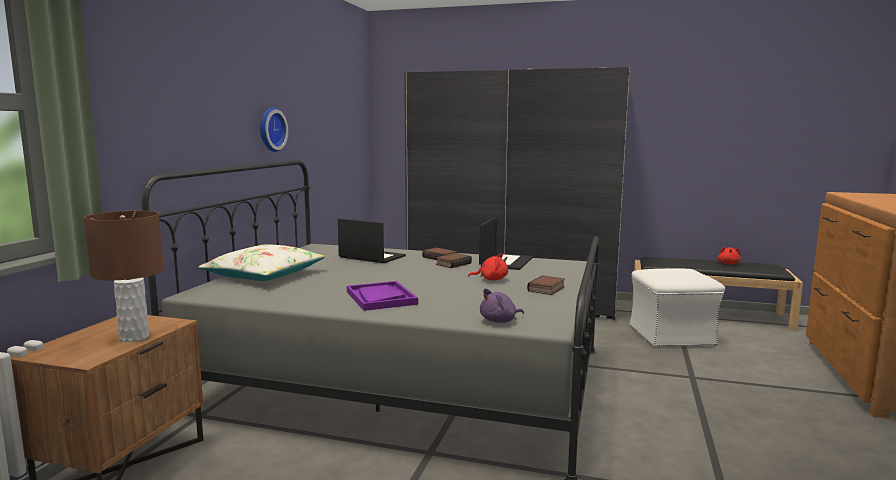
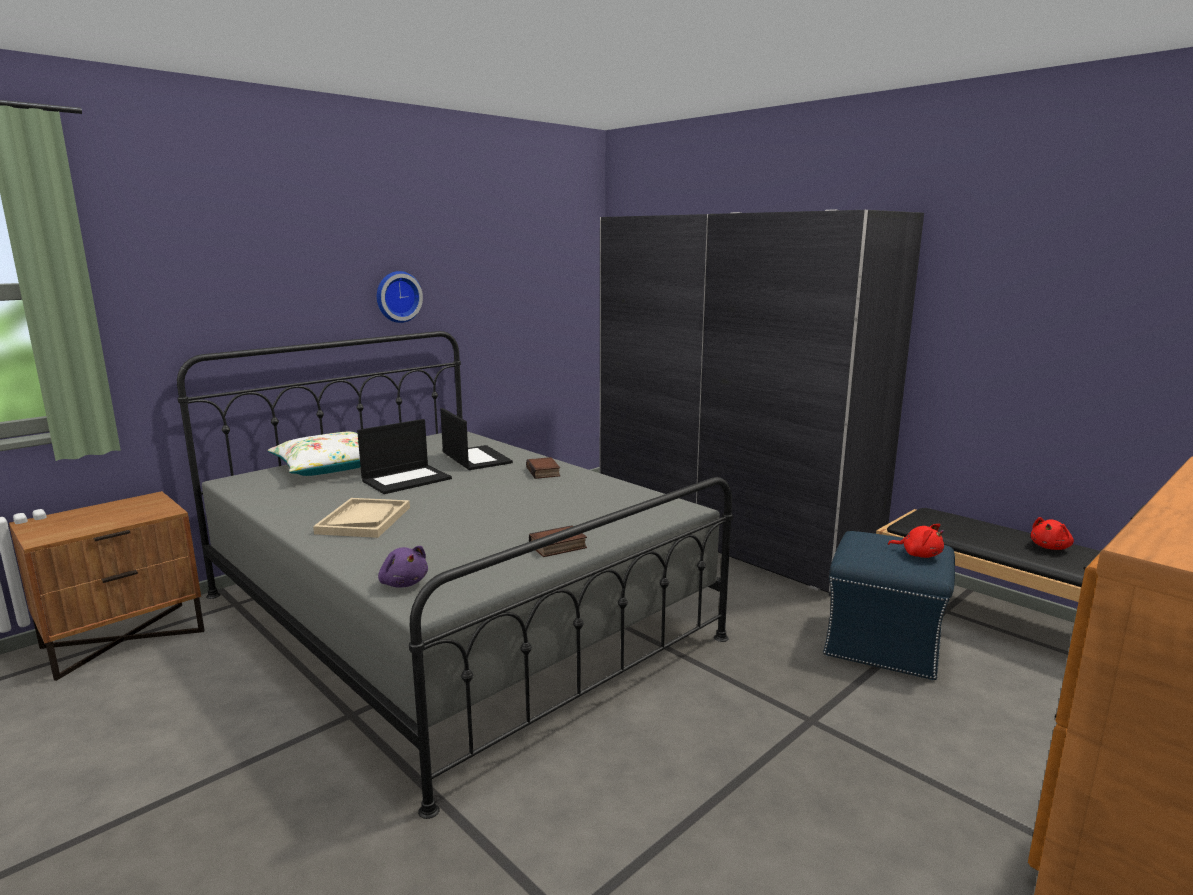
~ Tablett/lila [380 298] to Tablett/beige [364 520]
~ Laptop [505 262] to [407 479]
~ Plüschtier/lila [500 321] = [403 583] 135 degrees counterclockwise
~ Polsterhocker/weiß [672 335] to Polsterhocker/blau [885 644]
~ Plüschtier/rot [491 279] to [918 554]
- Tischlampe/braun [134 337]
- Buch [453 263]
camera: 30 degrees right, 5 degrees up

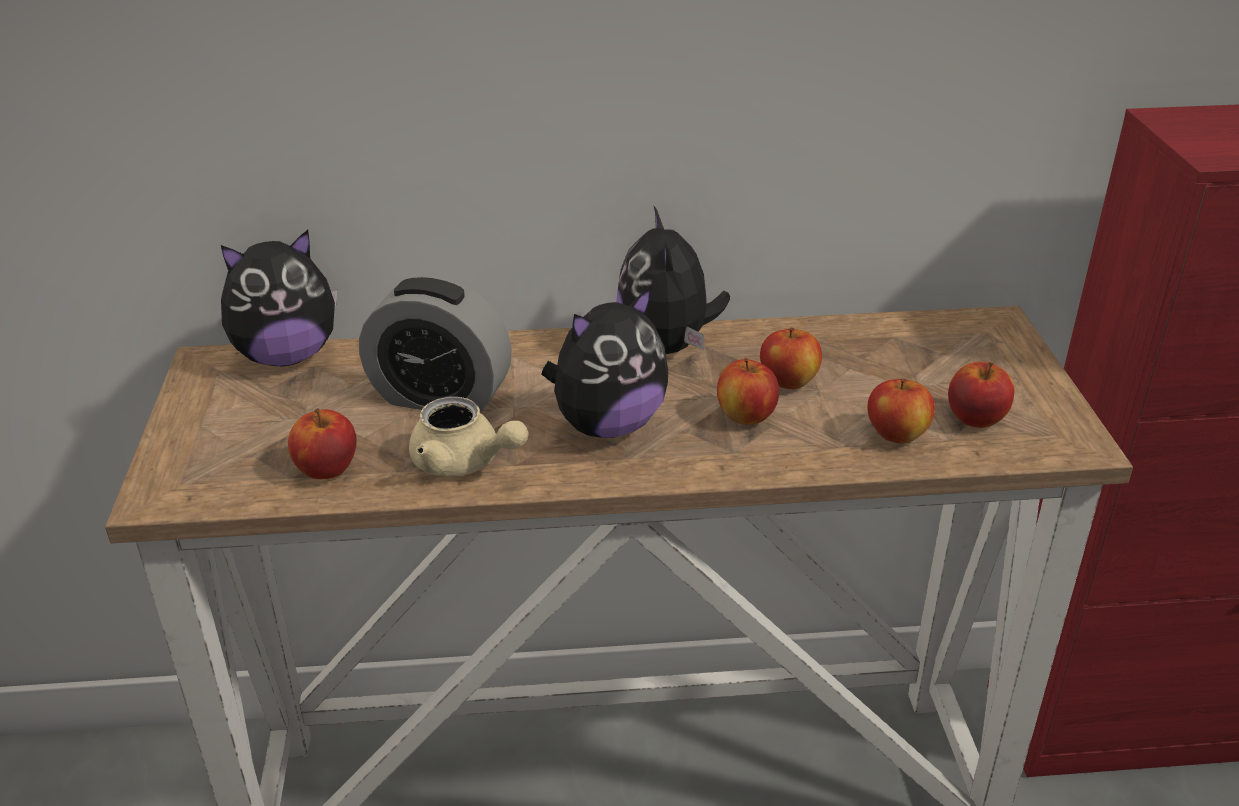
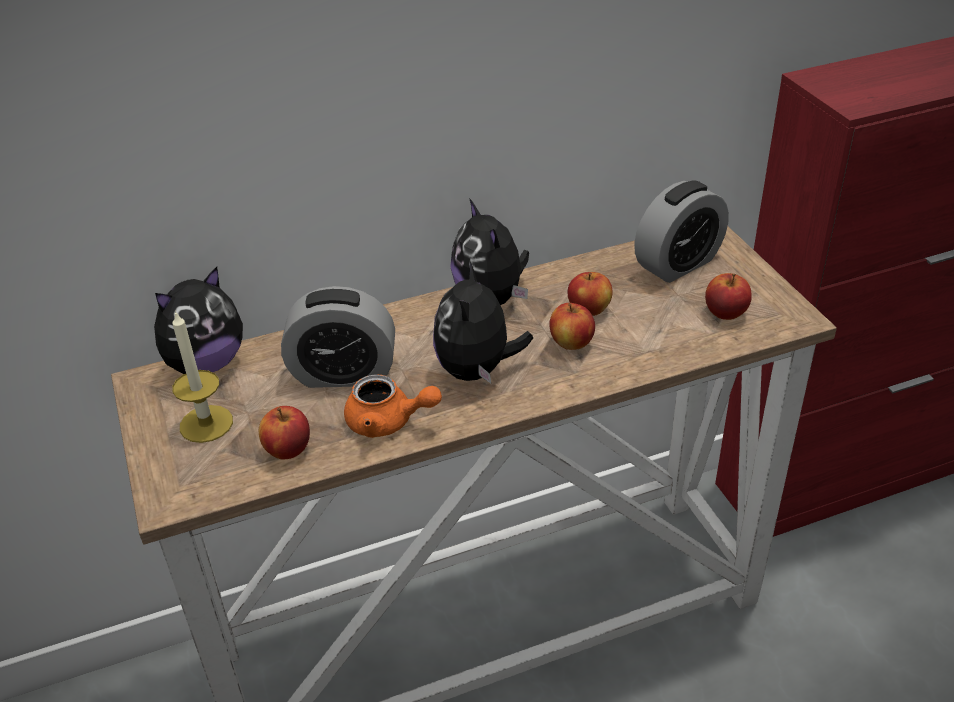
+ Kerze [206 424]
~ Teekanne/beige [465 463] to Teekanne/orange [388 422]
~ Plüschtier [607 425] = [477 370] 150 degrees clockwise
+ Wecker [678 264]
- Apfel [897 435]
camera: 15 degrees left, 5 degrees up

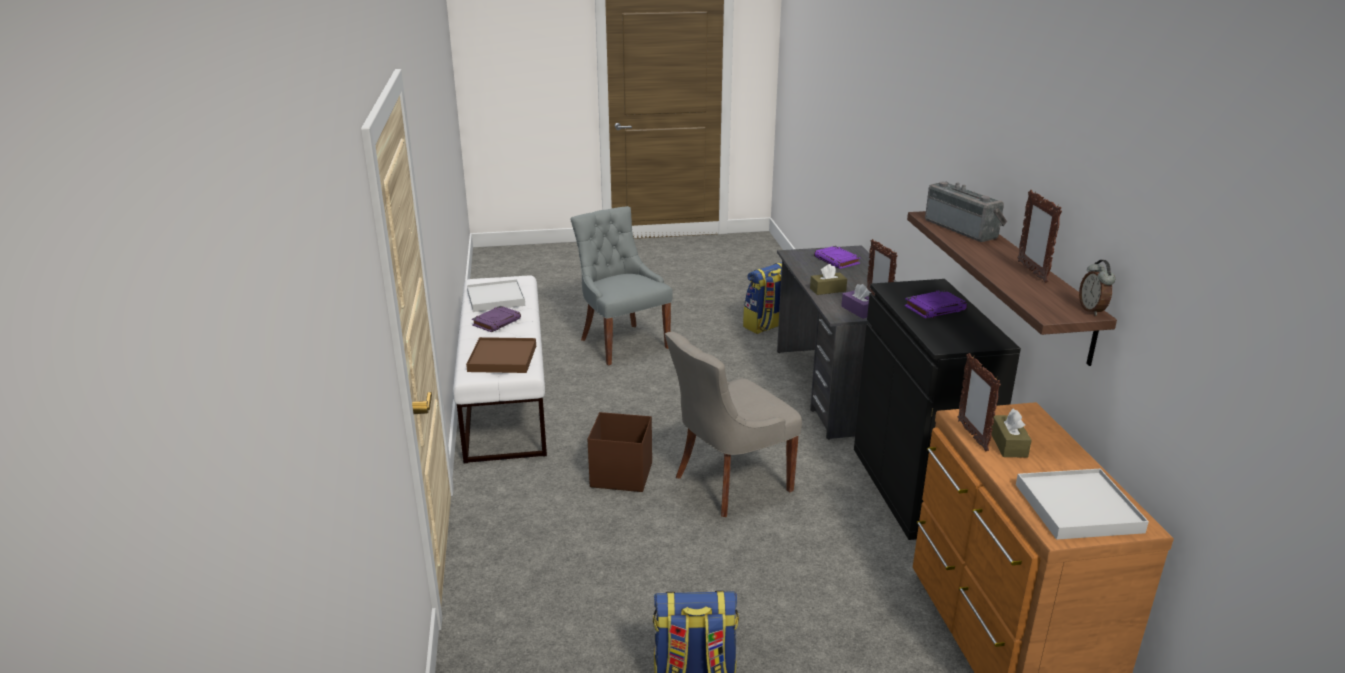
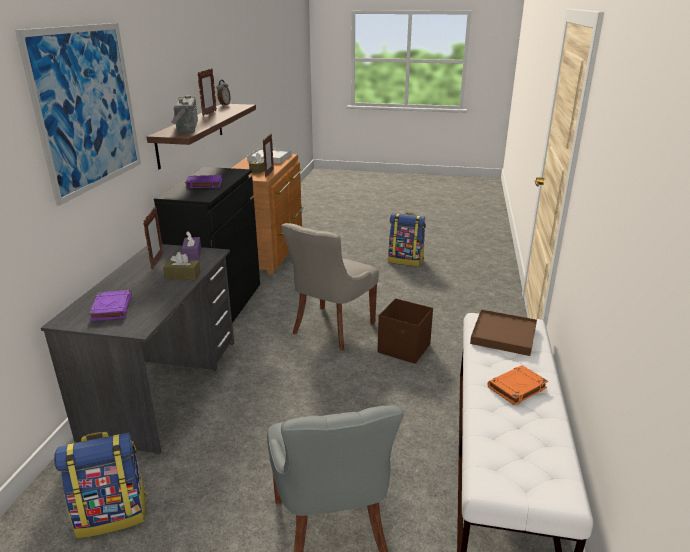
+ Bild [87 108]
~ Stuhl/grau [729 483] = [331 329] 135 degrees clockwise
~ Buch/lila [497 322] to Buch/orange [516 388]
- Tablett/weiß [496 298]
camera: 160 degrees left, 0 degrees up

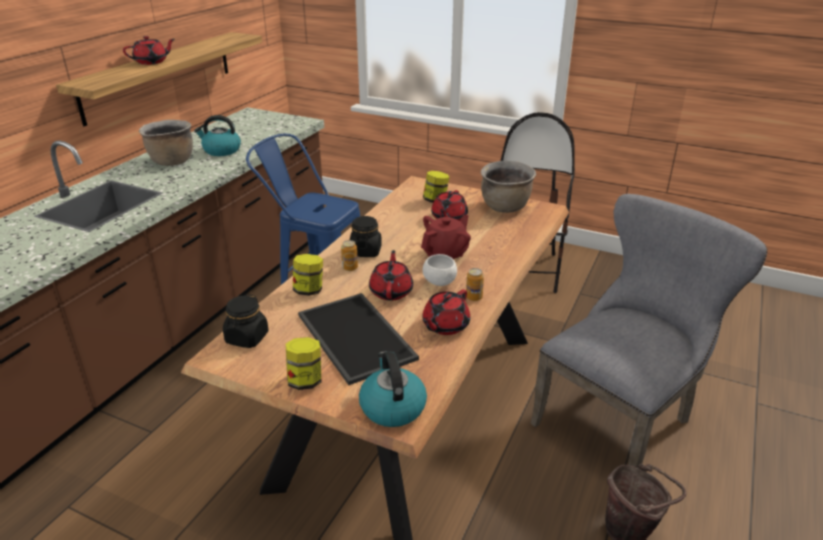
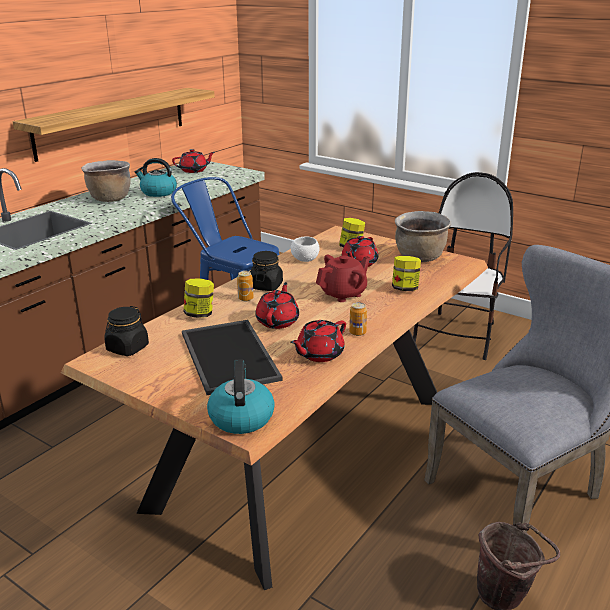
~ Teekanne/rot [152 62] to [194 170]
~ Schüssel/weiß [439 282] to [305 260]
~ Vorratsglas [305 381] to [405 289]
camera: 10 degrees right, 5 degrees down

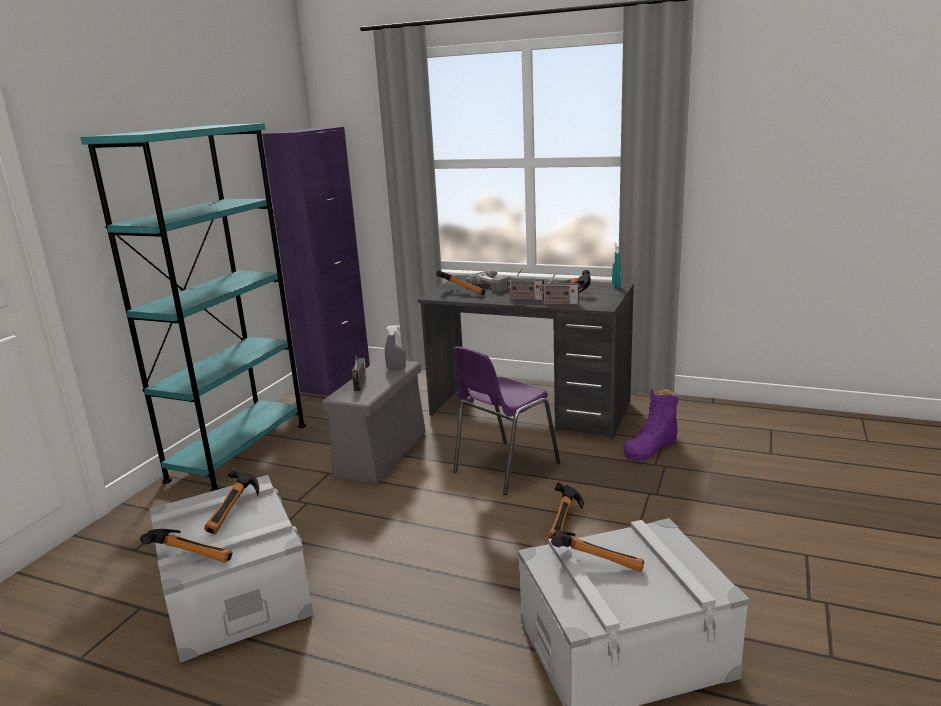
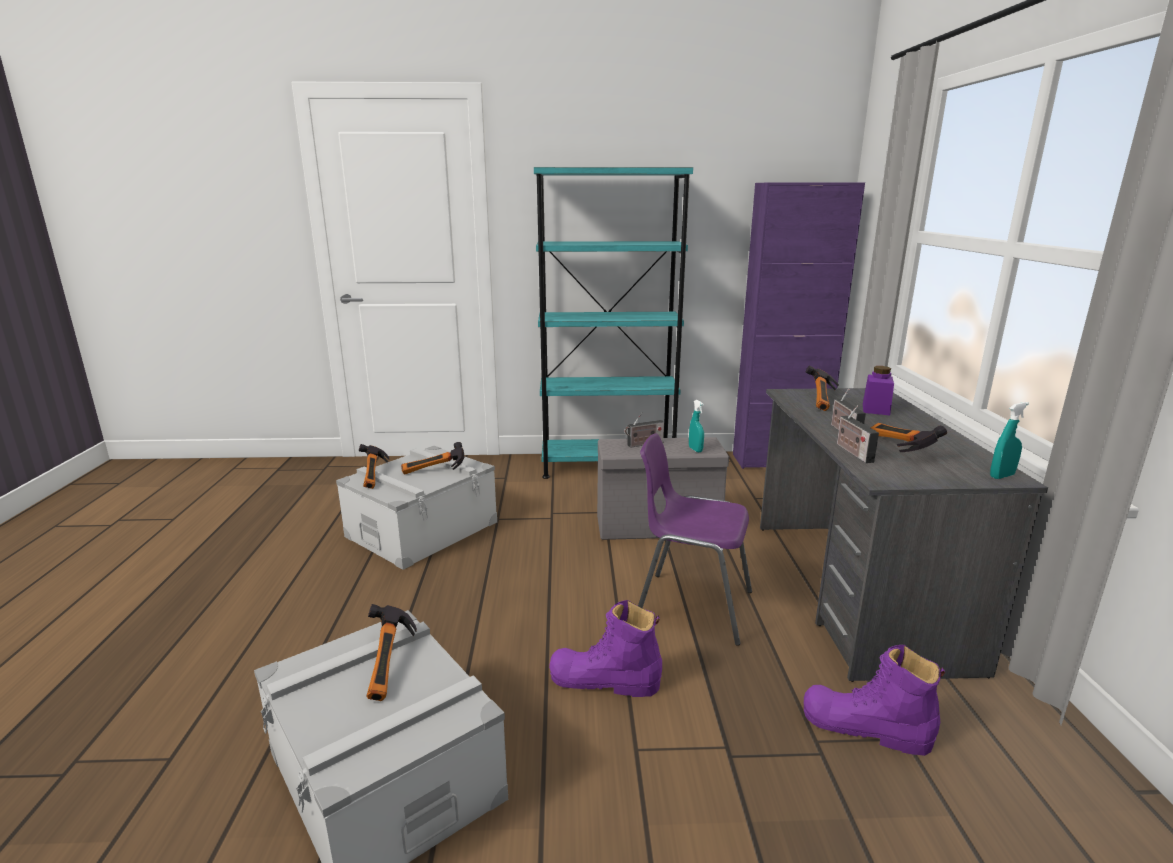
~ Hammer [566 523] to Stiefel/lila [604 680]
~ Sprühflasche/grau [396 369] to Sprühflasche/türkis [695 449]
~ Bohrmaschine [494 285] to Vorratsglas/lila [876 409]
camera: 65 degrees right, 0 degrees up

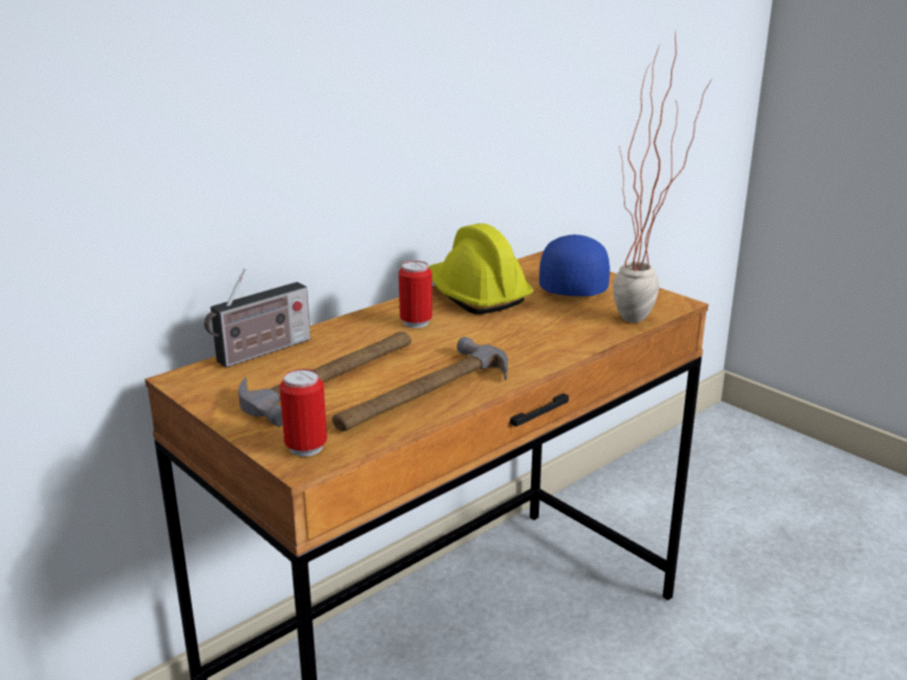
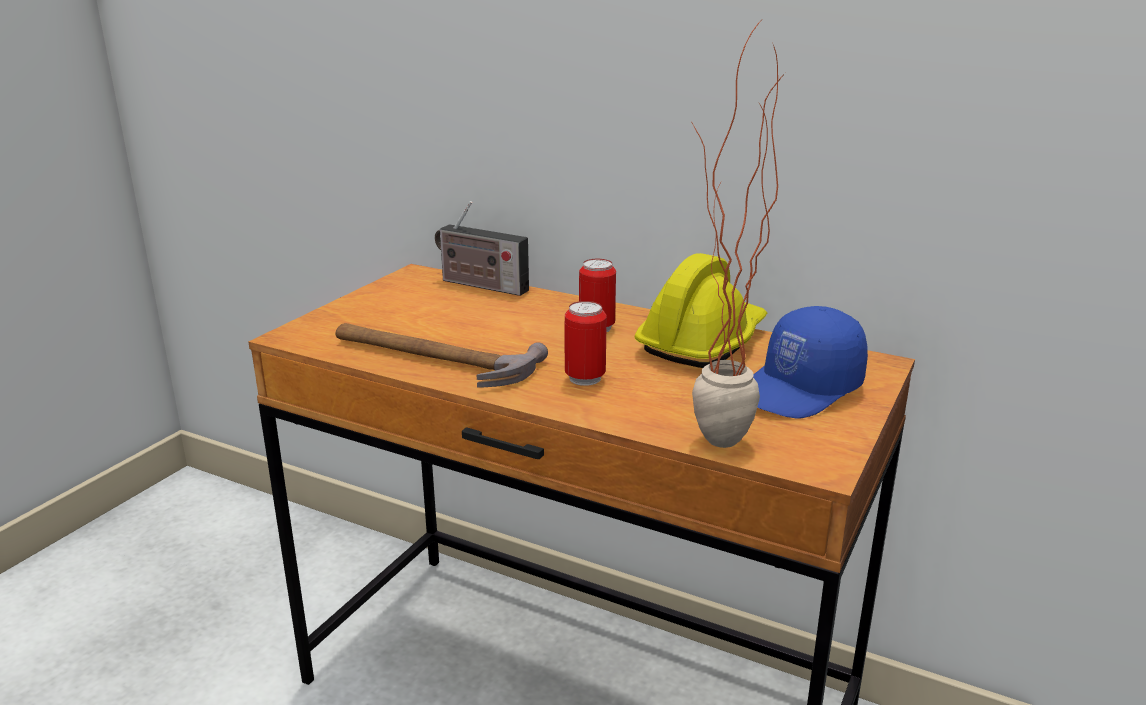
~ Dose [306 448] to [585 378]
~ Kappe/blau [572 285] = [801 390] 150 degrees clockwise
- Hammer [332 377]
camera: 70 degrees right, 0 degrees up

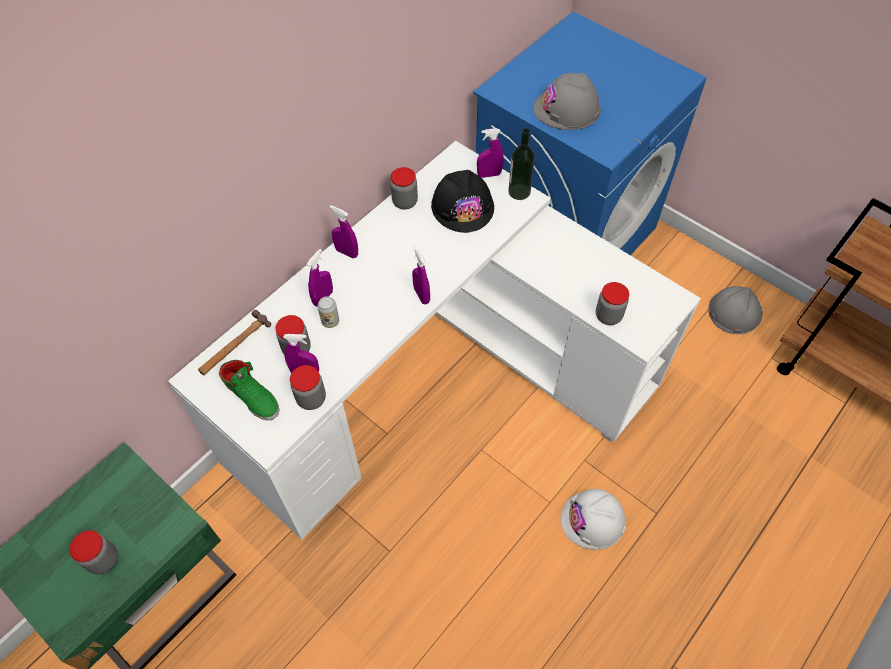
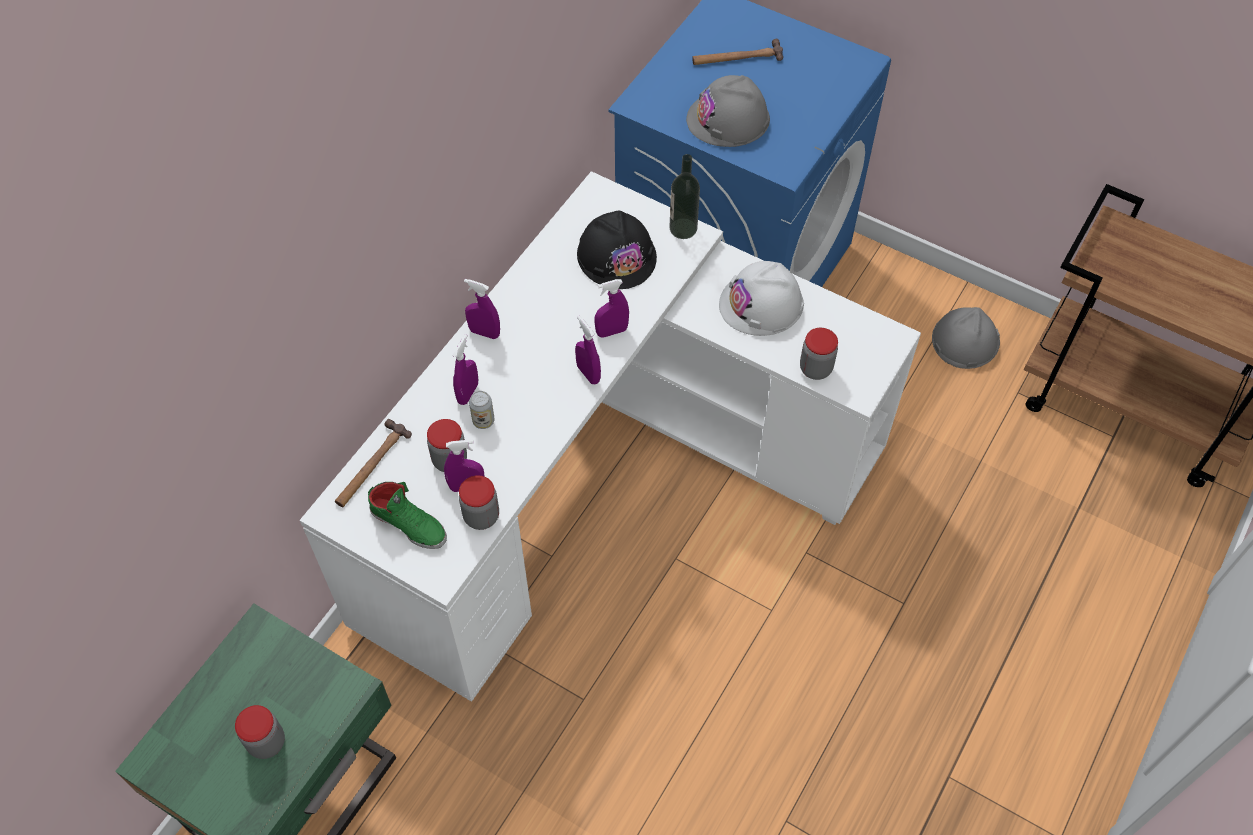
~ Sprühflasche/lila [489 174] to [612 331]
+ Hammer [737 57]
~ Schutzhelm/weiß [593 520] to [761 304]
- Vorratsglas [405 202]
camera: 10 degrees left, 0 degrees up

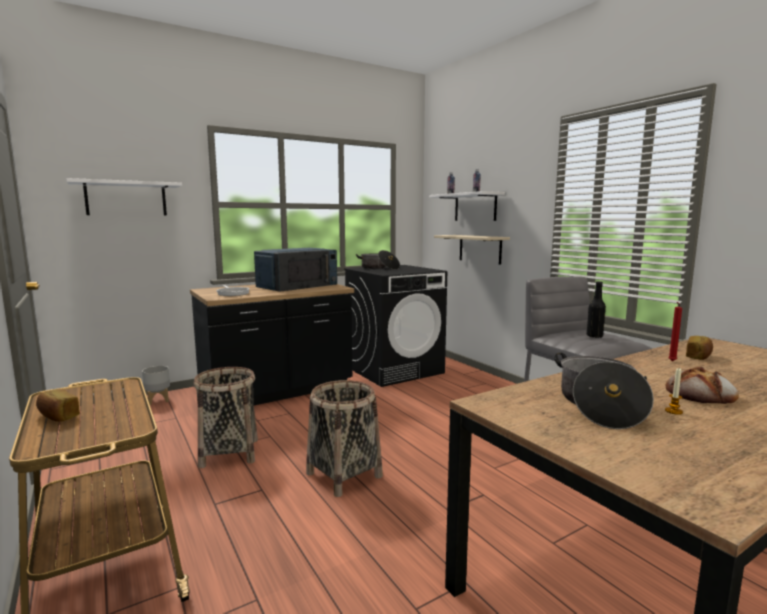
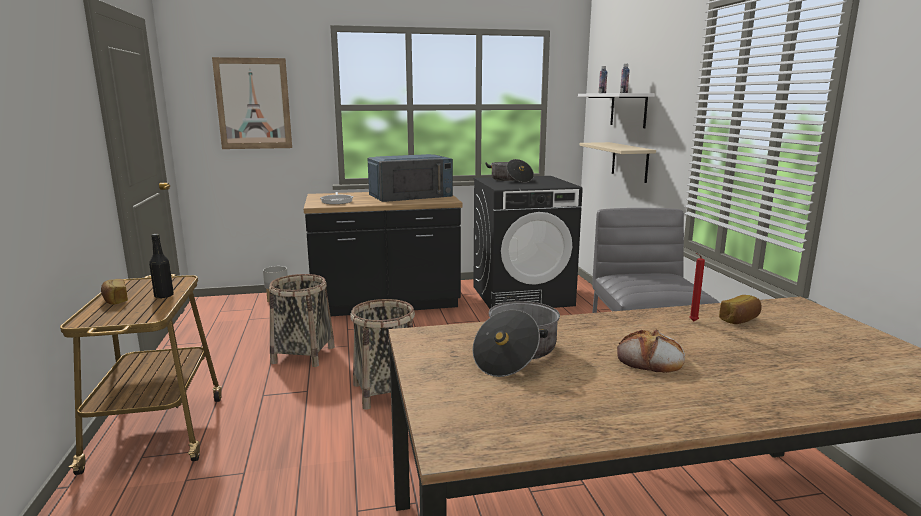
~ Flasche/schwarz [594 336] to [164 296]
~ Wandregal/weiß [126 199] to Bild [253 104]
- Kerze [673 411]
camera: 20 degrees right, 5 degrees up

